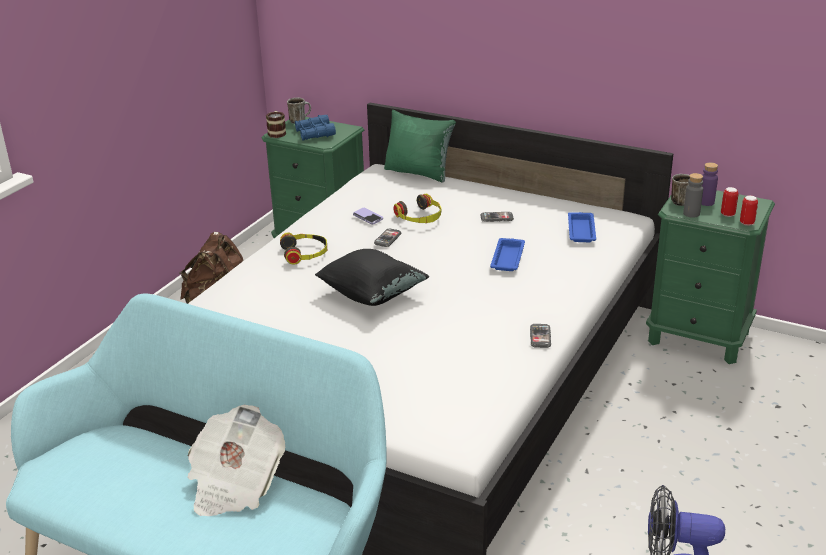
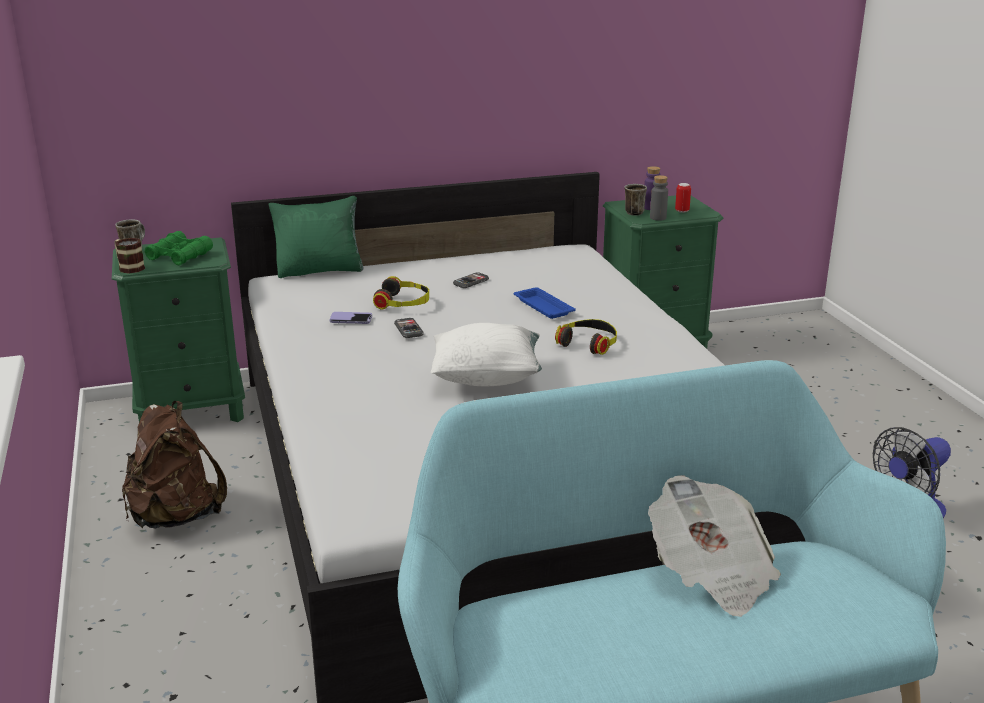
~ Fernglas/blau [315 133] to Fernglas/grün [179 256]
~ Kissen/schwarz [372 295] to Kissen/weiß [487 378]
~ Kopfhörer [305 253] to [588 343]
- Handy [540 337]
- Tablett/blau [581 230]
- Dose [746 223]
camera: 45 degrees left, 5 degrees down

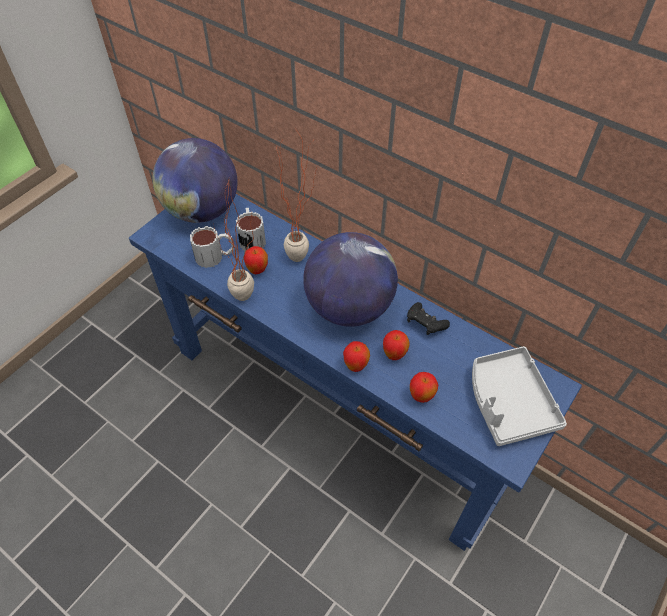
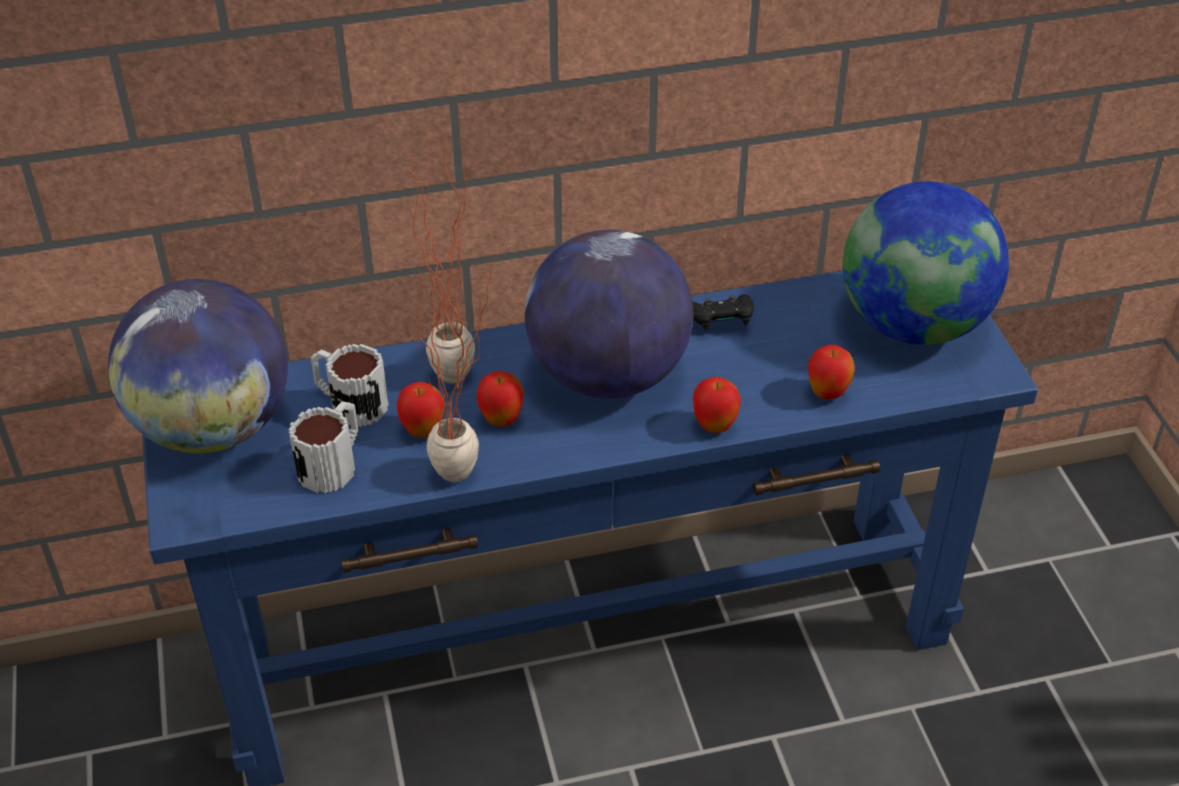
~ Apfel [394 354] to [501 420]
~ Tablett/grau [508 402] to Globus [913 325]
camera: 50 degrees left, 10 degrees down

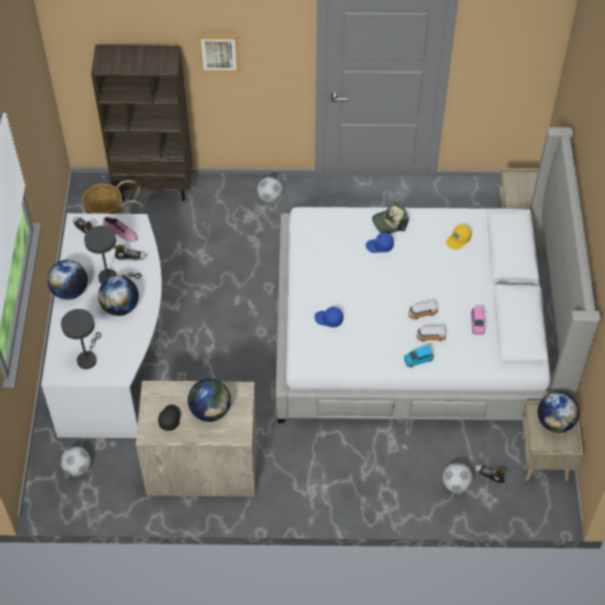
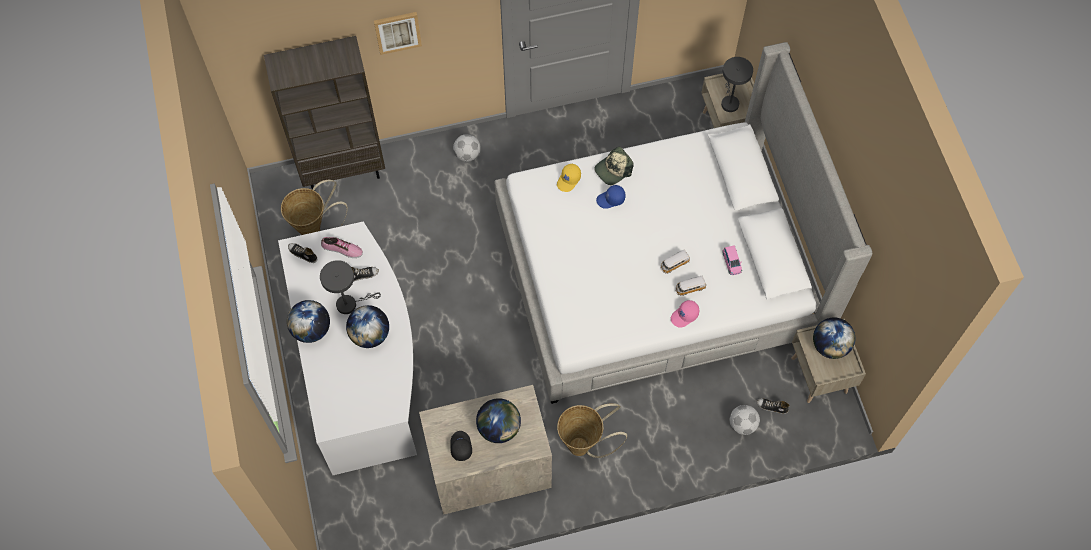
~ Kappe/gelb [458 240] to [569 180]
+ Korb [584 446]
~ Spielzeugauto/blau [418 359] to Kappe/rosa [684 316]
~ Tischlampe/grau [87 358] to [729 101]
- Fußball [77 468]
- Kappe/blau [328 319]
camera: 15 degrees left, 10 degrees up

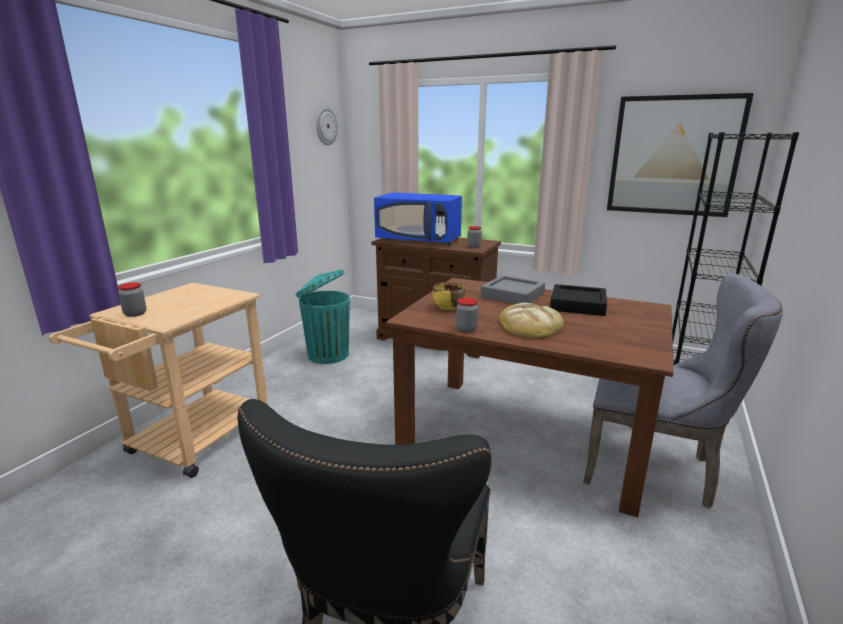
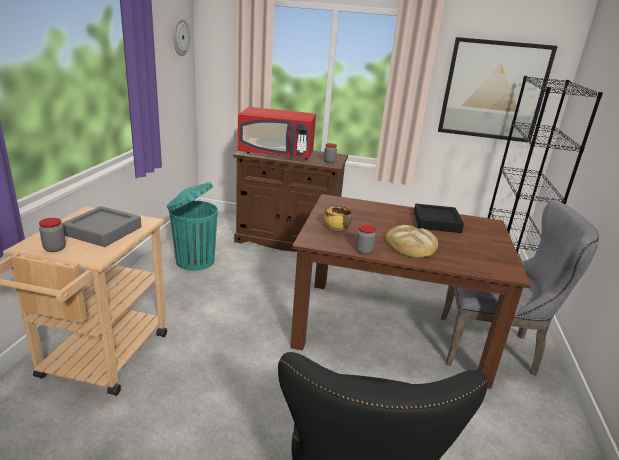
~ Tablett/grau [512 295] to [103 231]
~ Mikrowelle/blau [419 240] to Mikrowelle/rot [277 153]
camera: 15 degrees left, 5 degrees up

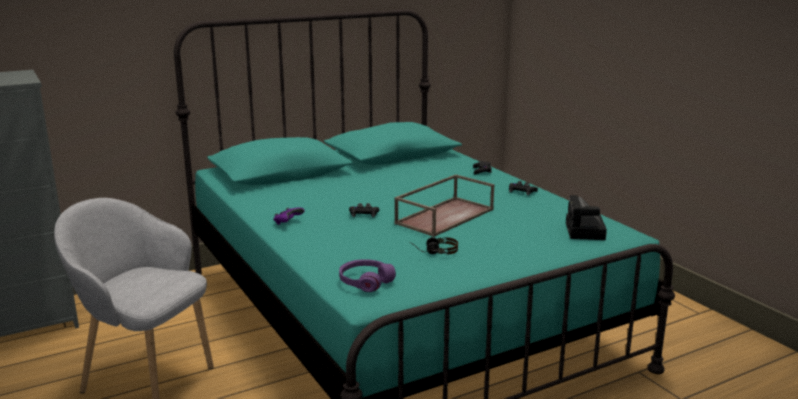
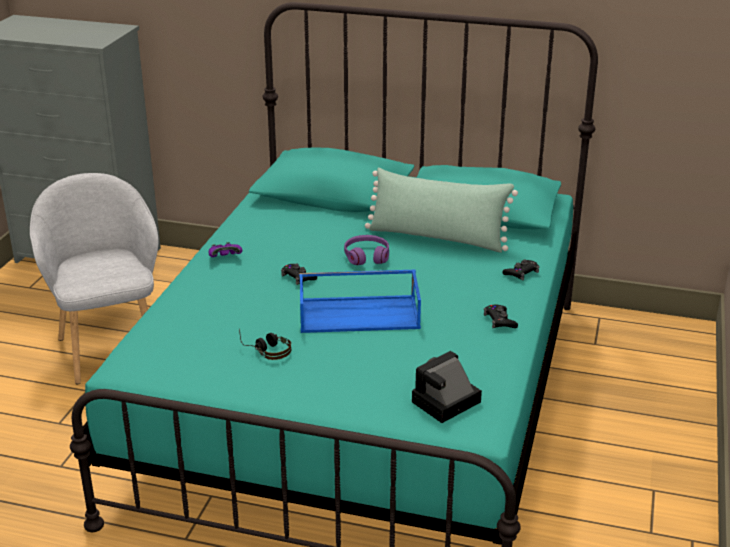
~ Tablett/braun [445 216] to Tablett/blau [360 313]
~ Kopfhörer/lila [365 282] to [366 256]
+ Kissen/grün [437 237]
camera: 45 degrees right, 10 degrees up

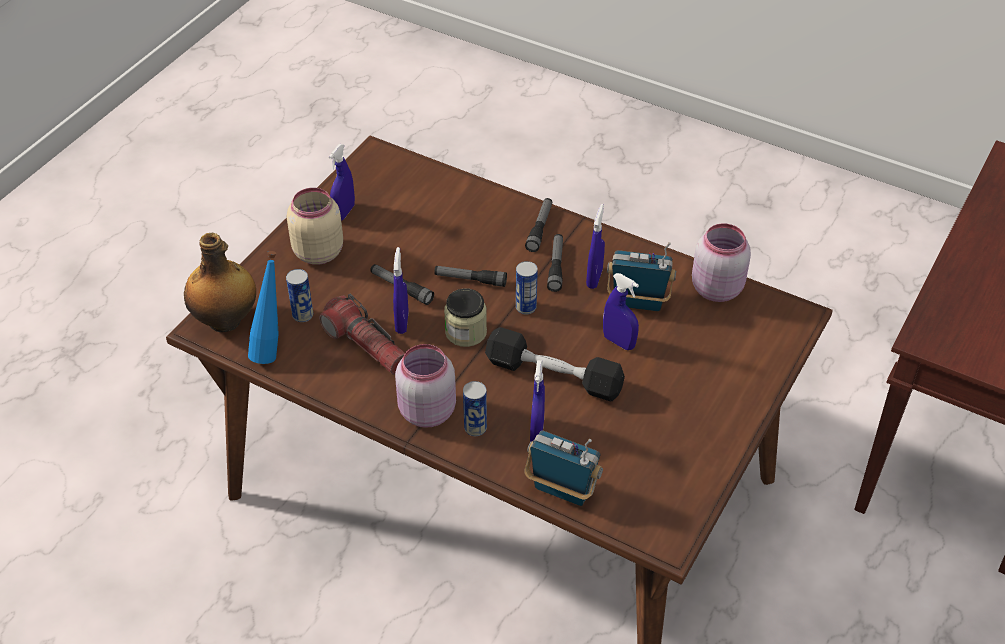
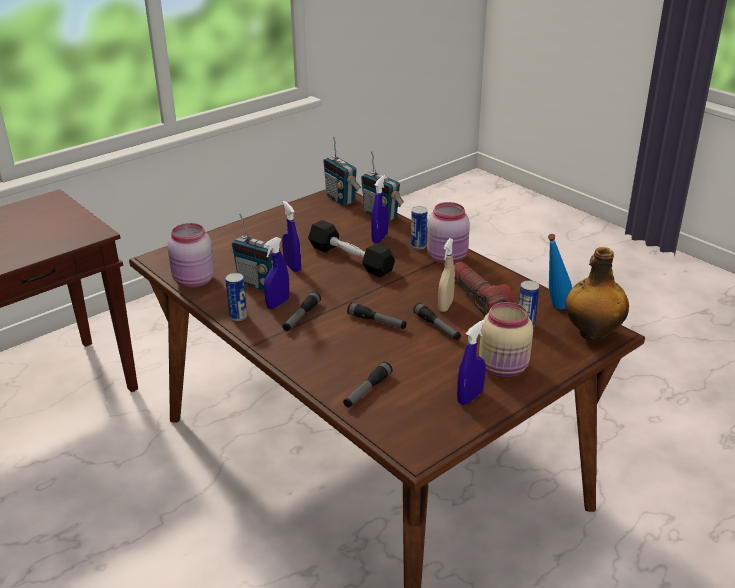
~ Dose [526 307] to [238 316]
+ Radio [341 199]
~ Taschenlampe [540 228] to [367 390]
~ Sprühflasche/blau [402 322] to Sprühflasche/beige [445 306]
- Vorratsglas [466 332]
camera: 160 degrees left, 15 degrees down

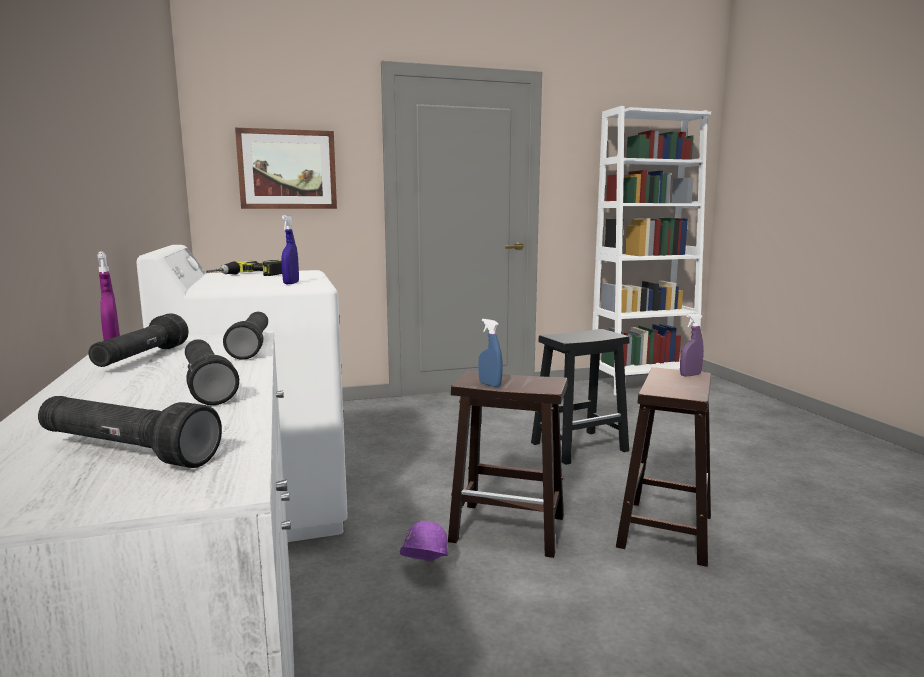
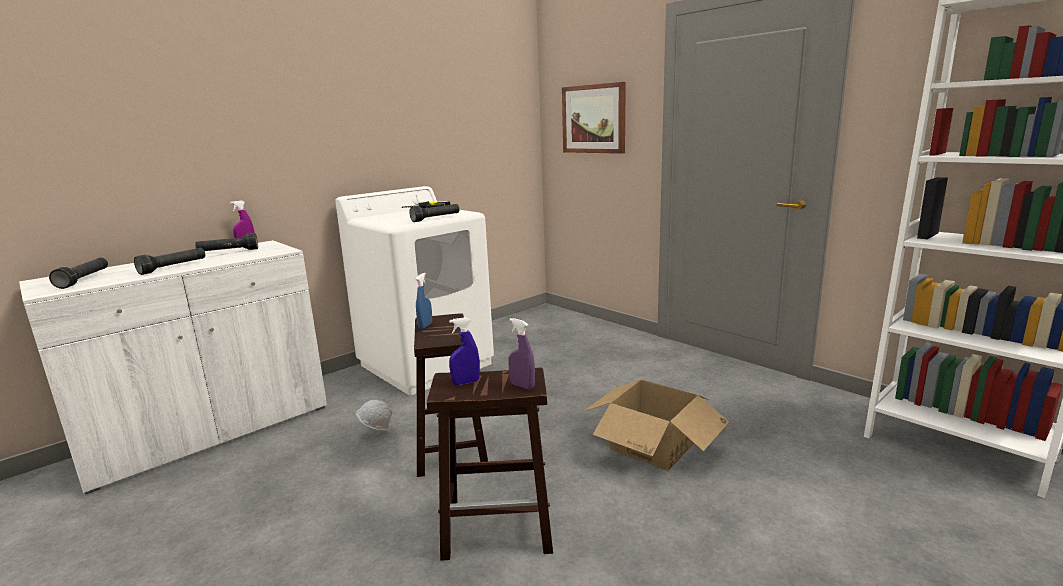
~ Schutzhelm/lila [423 571] to Schutzhelm/weiß [376 433]
~ Taschenlampe/schwarz [252 346] to [436 218]
~ Sprühflasche/blau [291 283] to [466 382]
~ Hocker/schwarz [580 446] to Karton [654 445]
camera: 65 degrees right, 5 degrees up

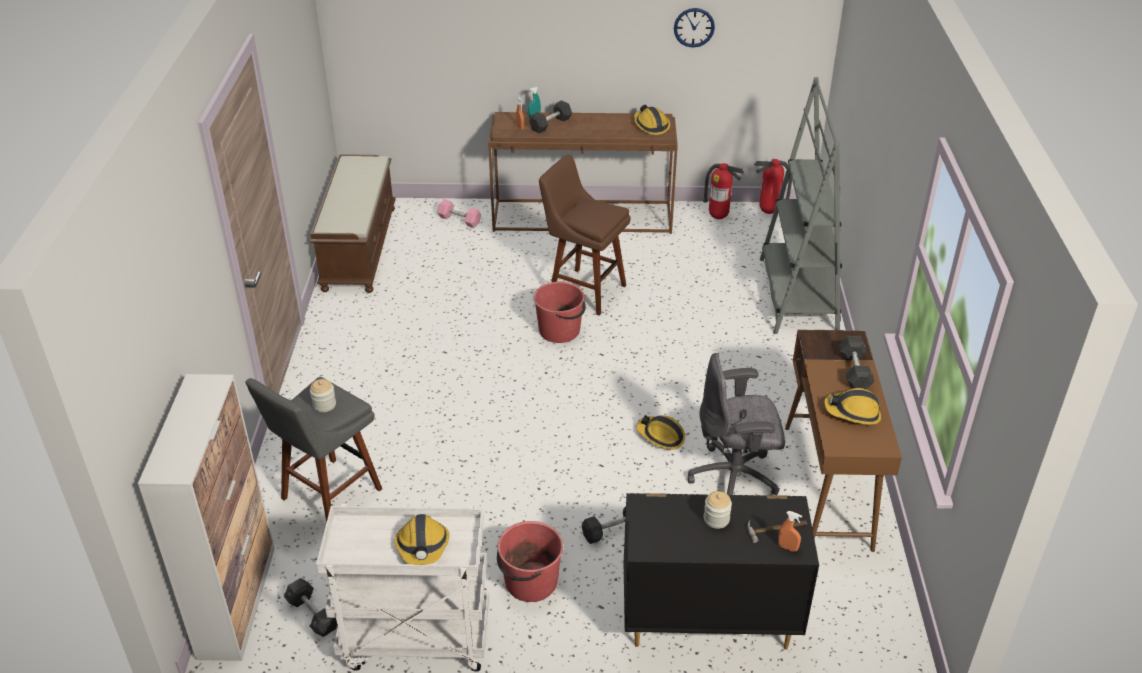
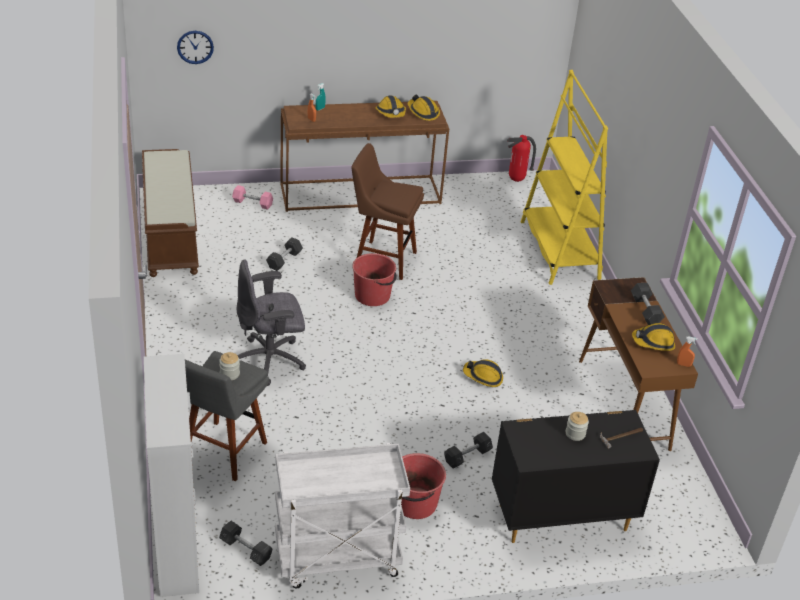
~ Wanduhr [694 27] to [195 47]
~ Bürostuhl/grau [735 478] to [270 360]
~ Hantel/grau [550 124] to [284 260]
~ Schutzhelm [423 546] to [391 113]
~ Bücherregal/grau [797 295] to Bücherregal/gelb [559 250]
~ Sprühflasche/orange [787 547] to [683 364]
- Feuerlöscher [718 217]
camera: 15 degrees left, 0 degrees up

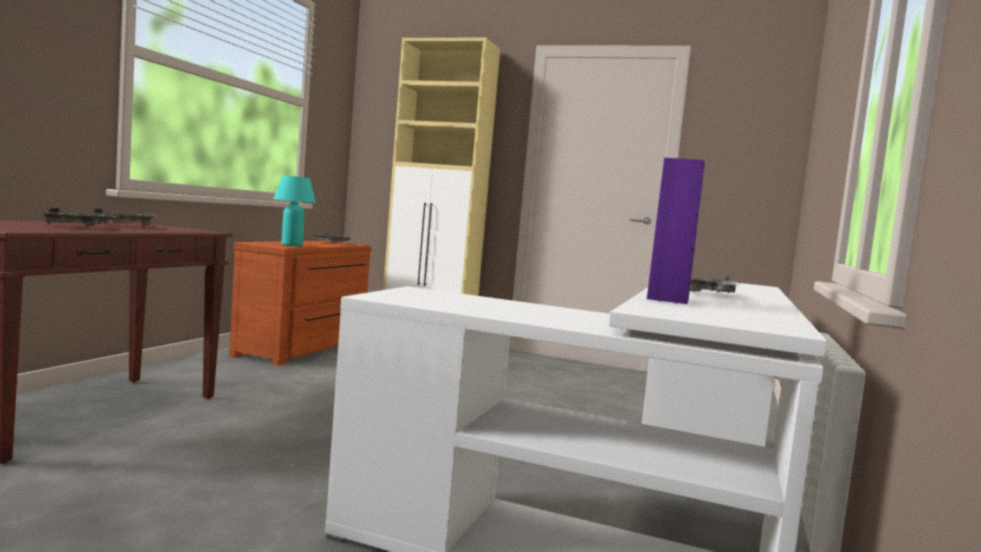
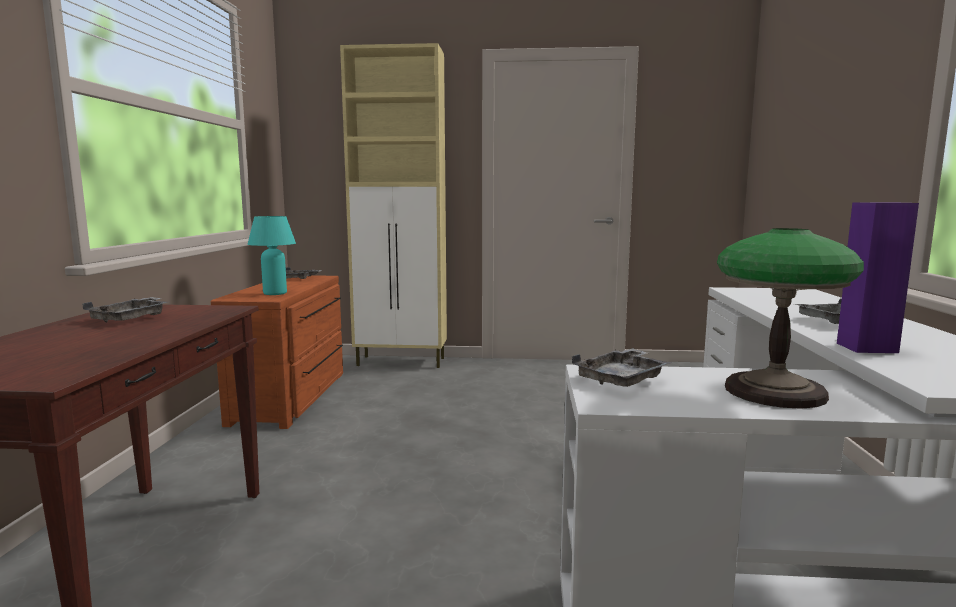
~ Tablett/grau [77 226] to [622 379]
+ Tischlampe [773 392]
camera: 15 degrees left, 5 degrees up

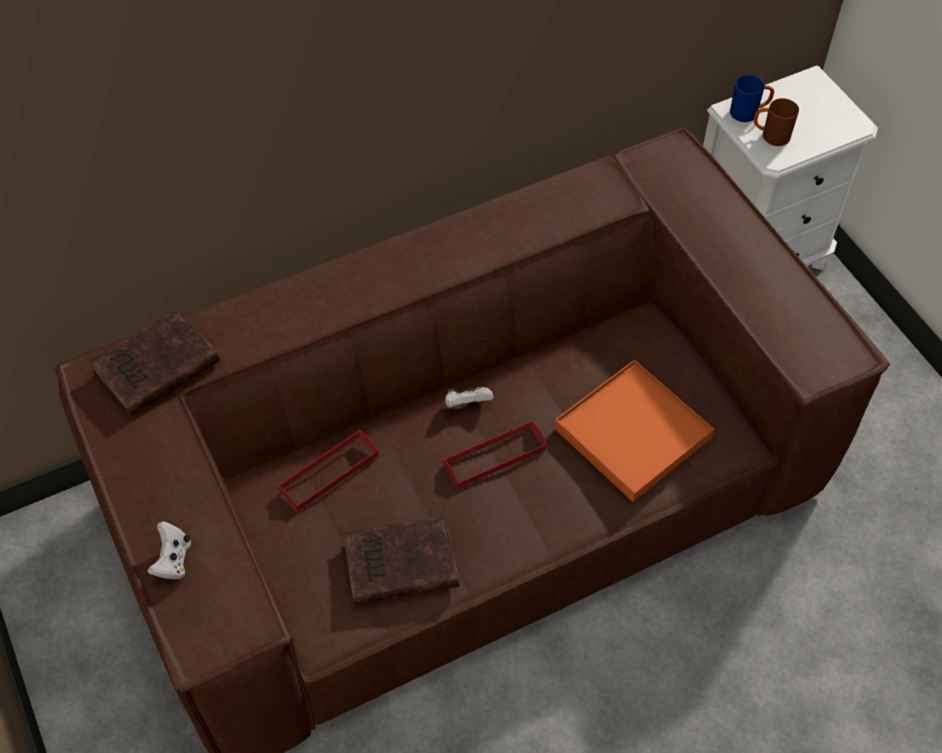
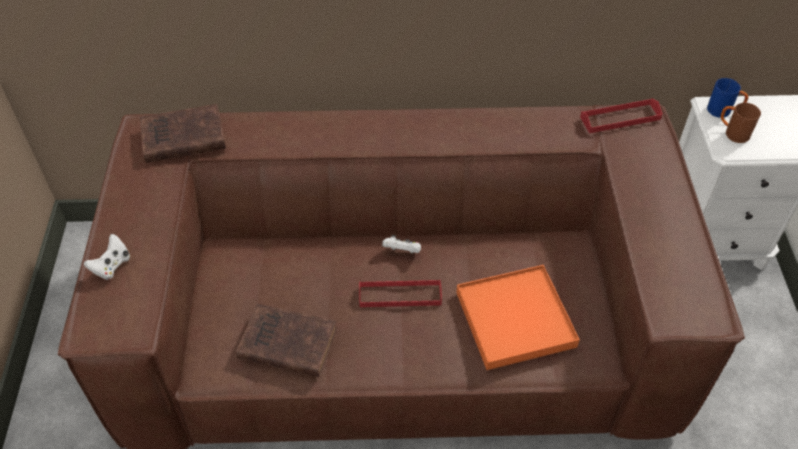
~ Tablett/rot [329 472] to [620 118]
camera: 25 degrees right, 5 degrees down

